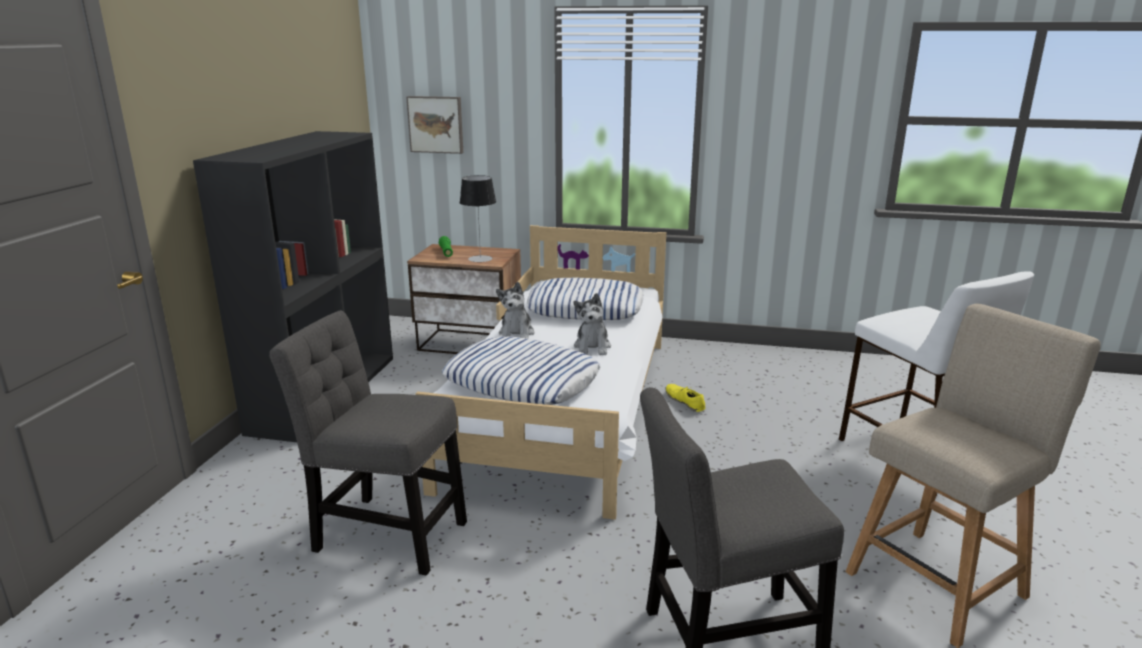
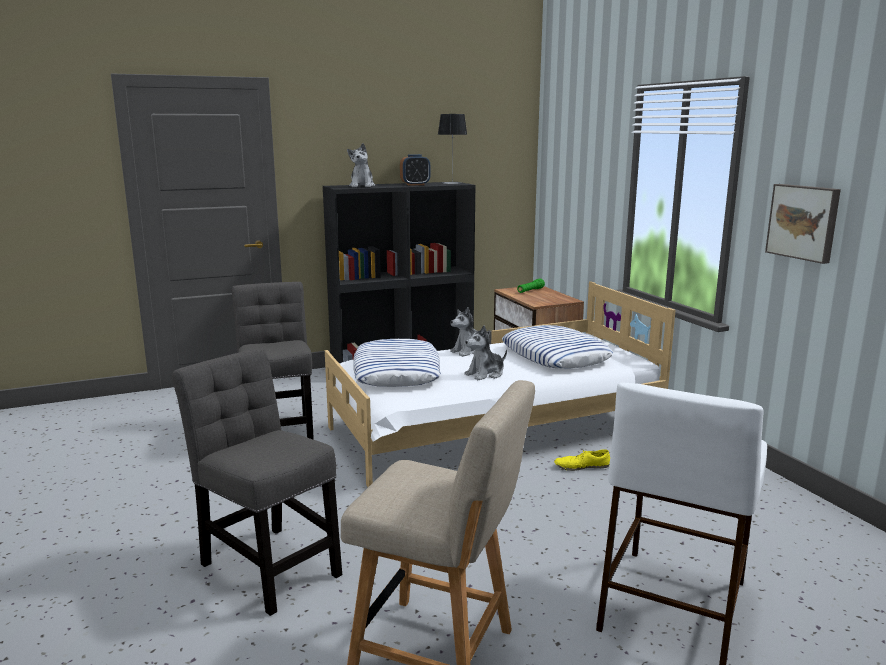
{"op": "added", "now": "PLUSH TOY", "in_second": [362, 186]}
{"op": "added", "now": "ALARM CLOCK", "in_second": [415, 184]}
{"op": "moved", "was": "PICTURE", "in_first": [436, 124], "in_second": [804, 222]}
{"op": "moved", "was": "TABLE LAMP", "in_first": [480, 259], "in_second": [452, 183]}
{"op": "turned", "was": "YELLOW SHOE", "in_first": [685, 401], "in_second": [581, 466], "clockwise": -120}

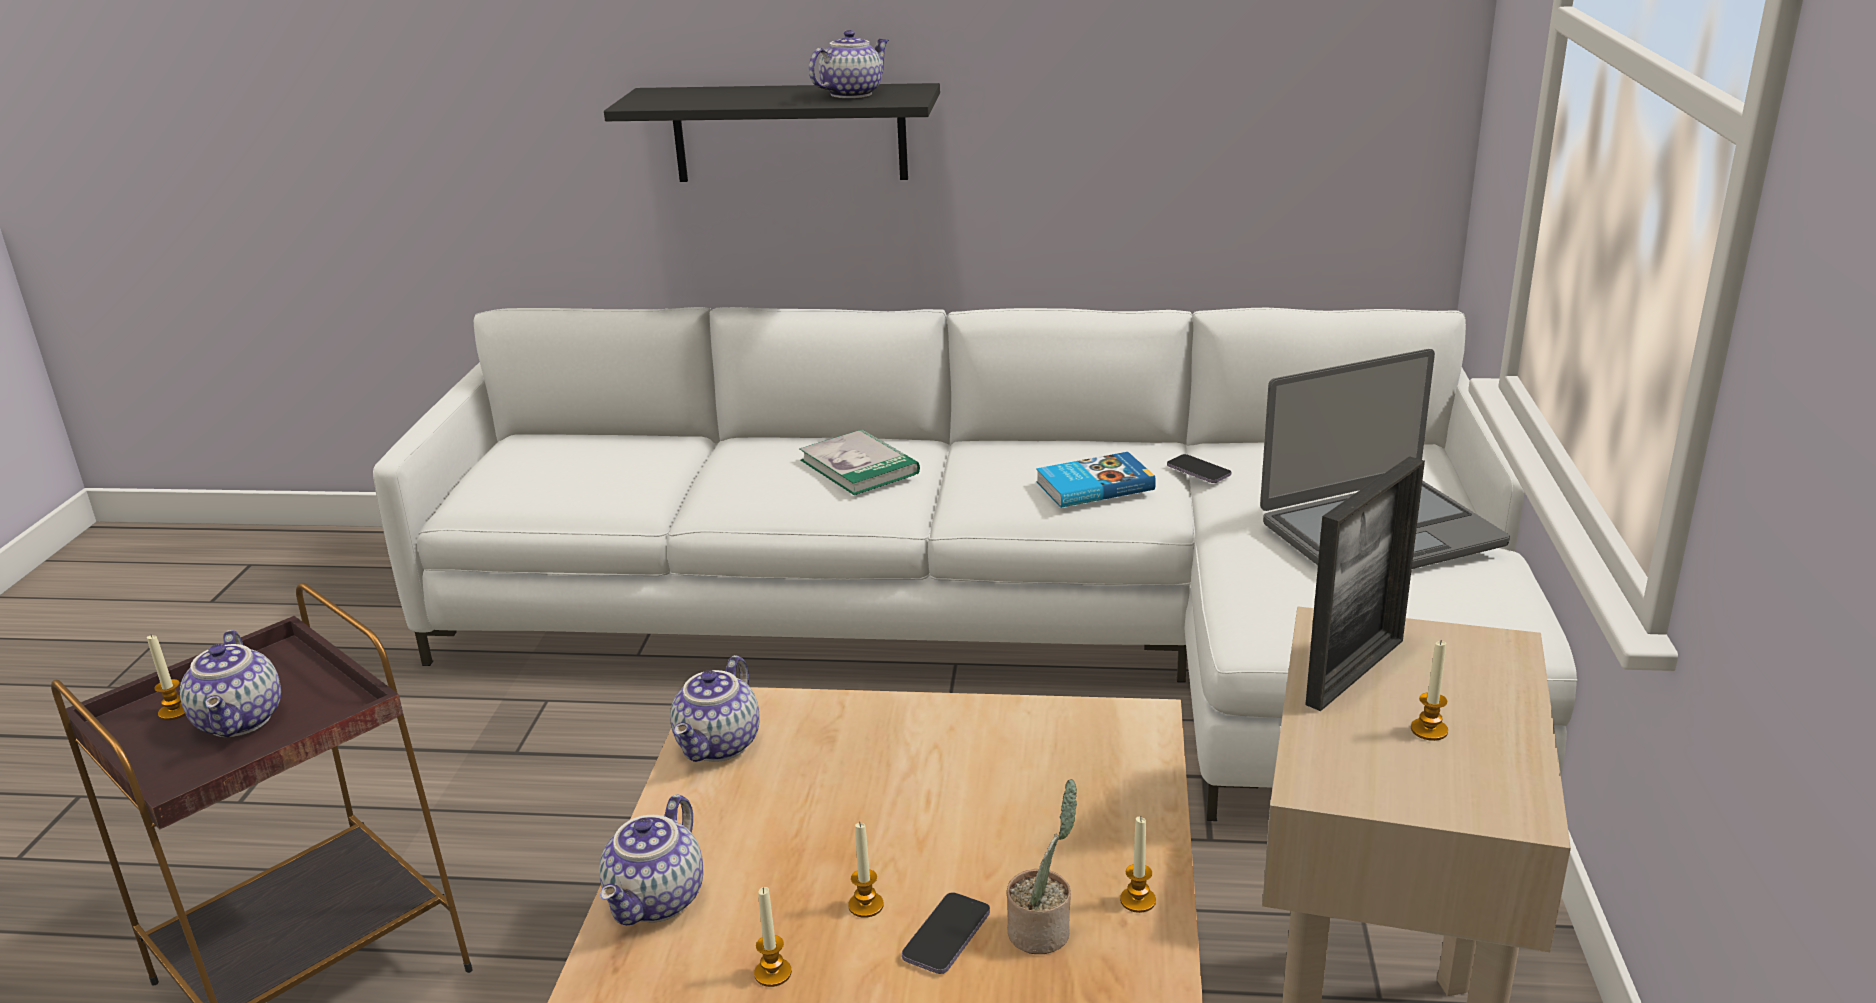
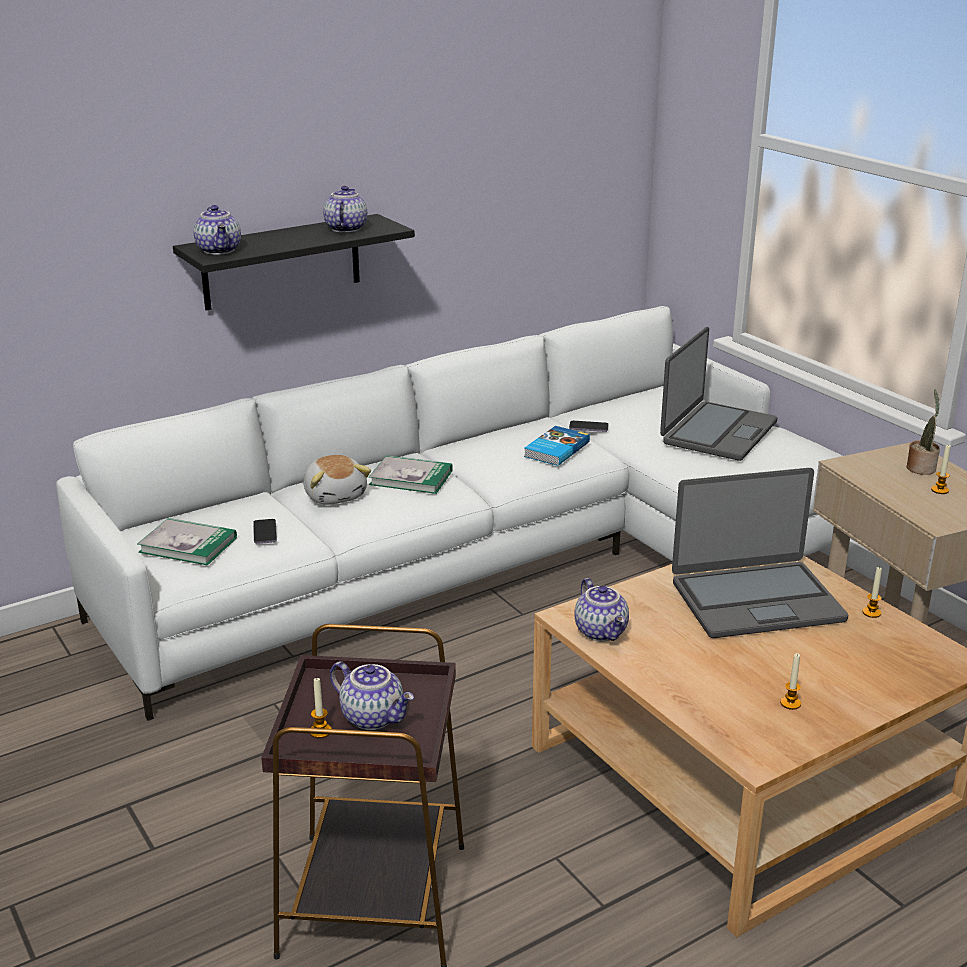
{"op": "removed", "was": "CANDLE", "in_first": [866, 905]}
{"op": "removed", "was": "PICTURE FRAME", "in_first": [1355, 672]}
{"op": "added", "now": "BOOK", "in_second": [188, 545]}
{"op": "added", "now": "PLUSH TOY", "in_second": [335, 495]}
{"op": "added", "now": "LAPTOP", "in_second": [756, 600]}
{"op": "moved", "was": "TEAPOT", "in_first": [658, 901], "in_second": [220, 250]}
{"op": "moved", "was": "PHONE", "in_first": [946, 936], "in_second": [265, 533]}
{"op": "moved", "was": "POTTED PLANT", "in_first": [1043, 931], "in_second": [921, 467]}

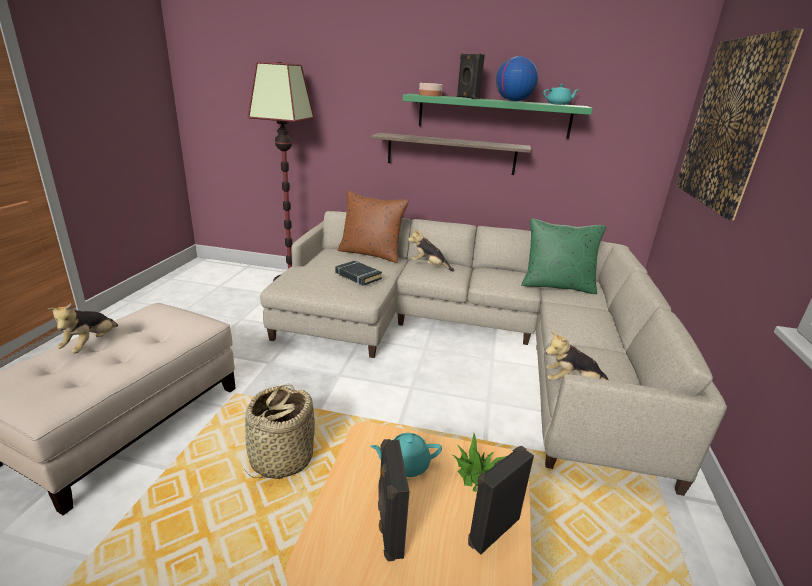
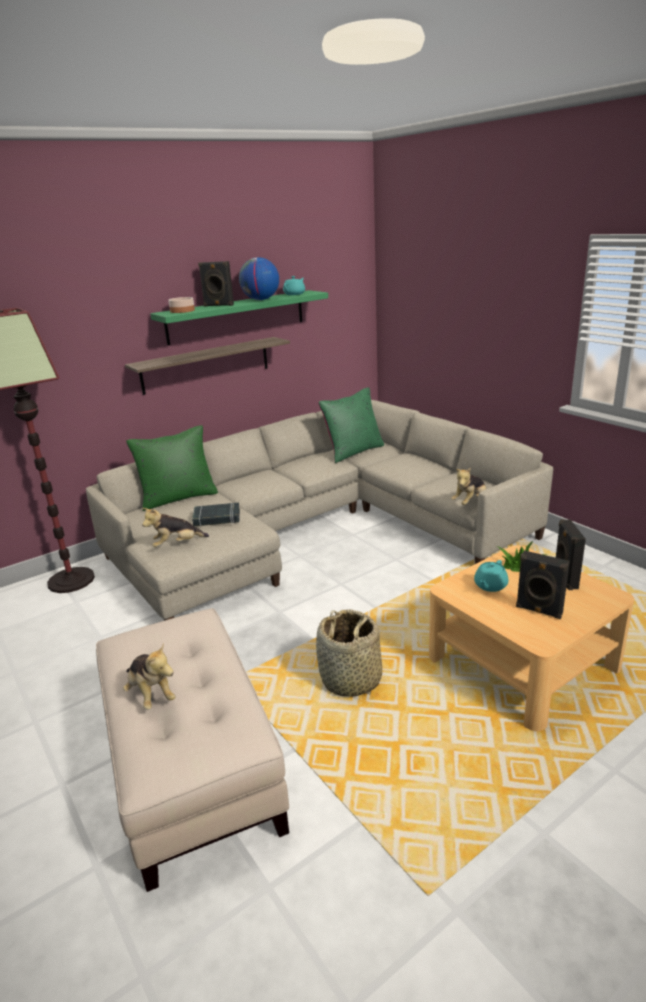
{"op": "removed", "was": "PICTURE", "in_first": [729, 124]}
{"op": "moved", "was": "PLUSH TOY", "in_first": [429, 266], "in_second": [176, 544]}
{"op": "recoloured", "was": "BROWN PILLOW", "now": "GREEN PILLOW", "in_first": [371, 253], "in_second": [178, 498]}

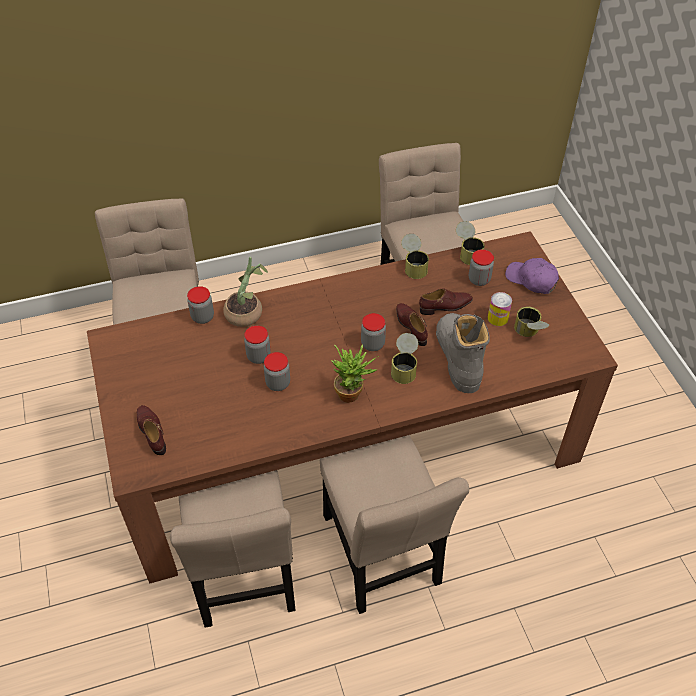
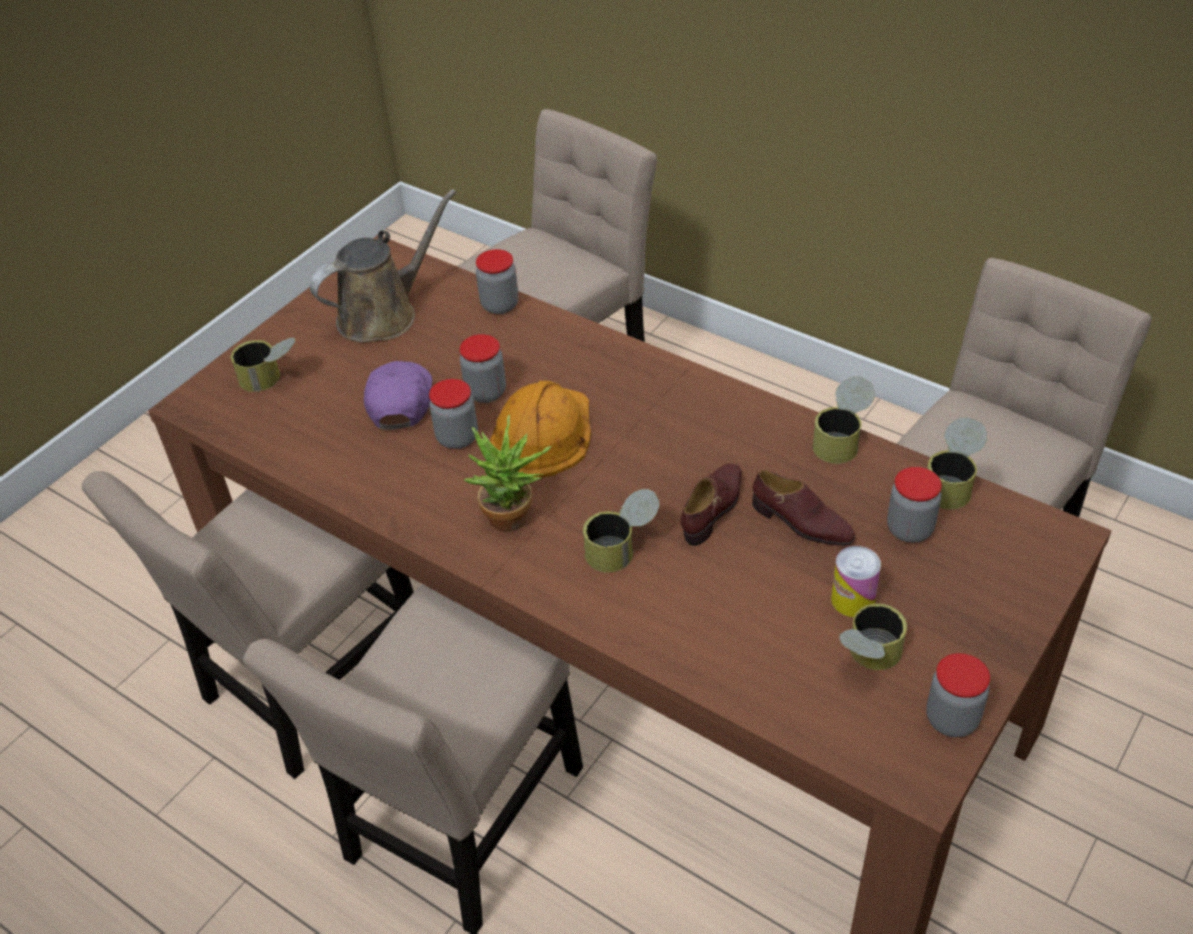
{"op": "removed", "was": "POTTED PLANT", "in_first": [248, 312]}
{"op": "removed", "was": "GREY BOOT", "in_first": [458, 357]}
{"op": "added", "now": "BROWN WATERING CAN", "in_second": [384, 314]}
{"op": "added", "now": "ORANGE HARD HAT", "in_second": [543, 432]}
{"op": "moved", "was": "JAR", "in_first": [372, 344], "in_second": [952, 719]}
{"op": "moved", "was": "PURPLE CAP", "in_first": [531, 280], "in_second": [400, 401]}
{"op": "replaced", "was": "BROWN SHOE", "now": "CAN", "in_first": [152, 432], "in_second": [271, 379]}

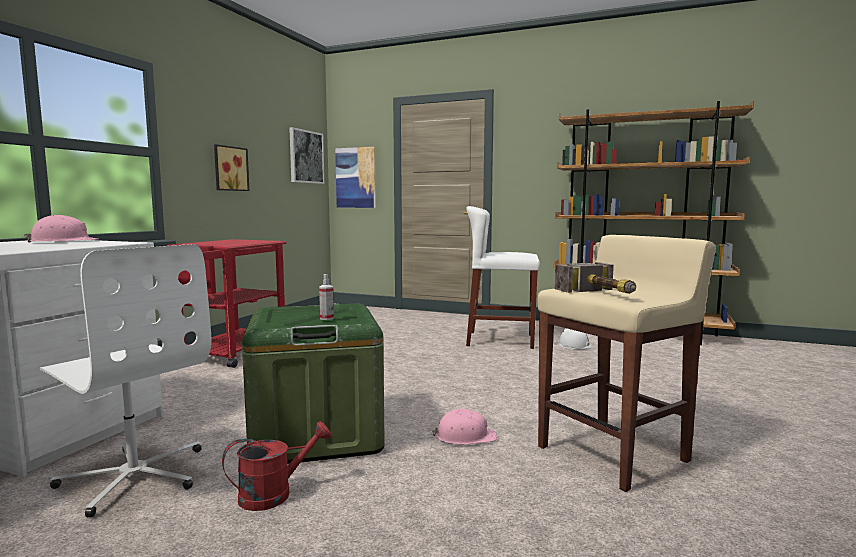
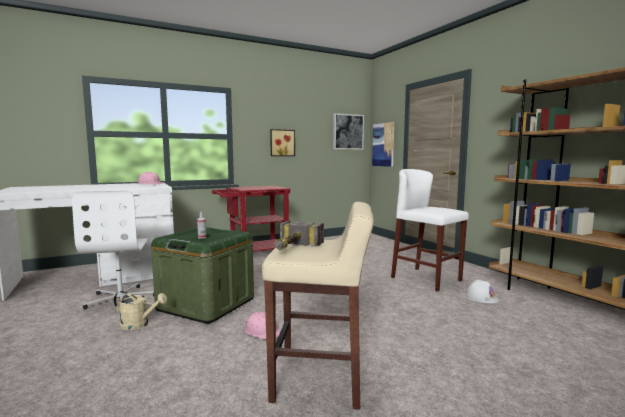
{"op": "recoloured", "was": "RED WATERING CAN", "now": "BEIGE WATERING CAN", "in_first": [274, 494], "in_second": [139, 325]}

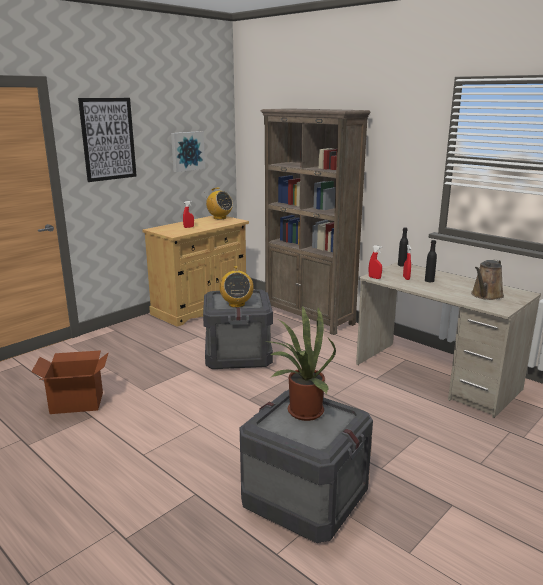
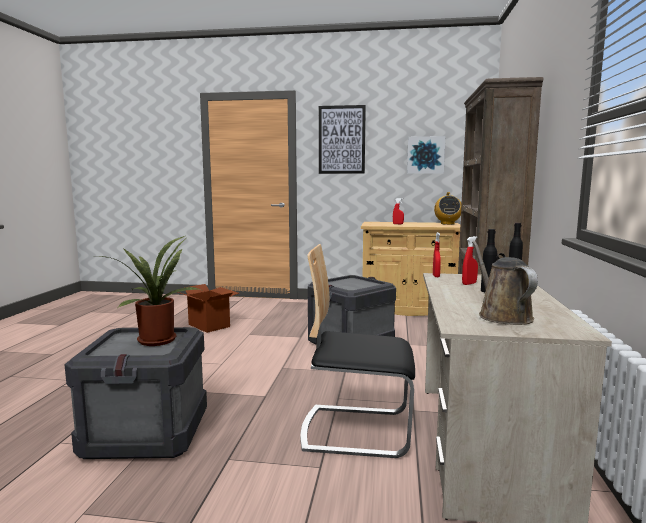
{"op": "removed", "was": "RADIO", "in_first": [236, 304]}
{"op": "added", "now": "CHAIR", "in_second": [356, 430]}
{"op": "turned", "was": "BROWN WATERING CAN", "in_first": [486, 295], "in_second": [502, 315], "clockwise": 75}

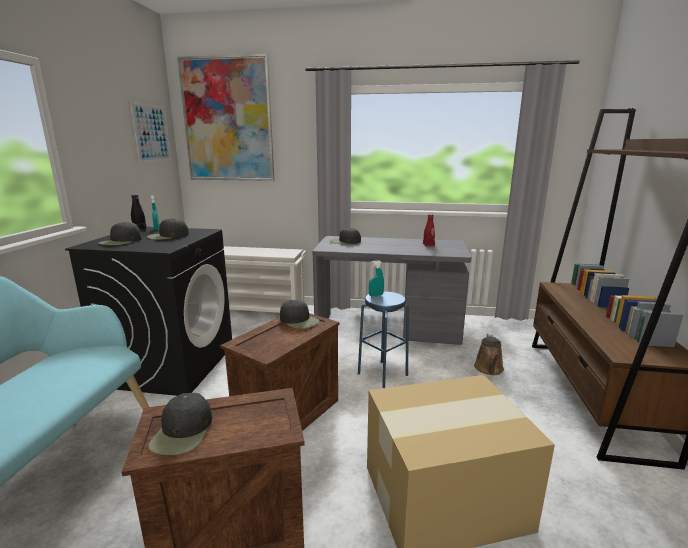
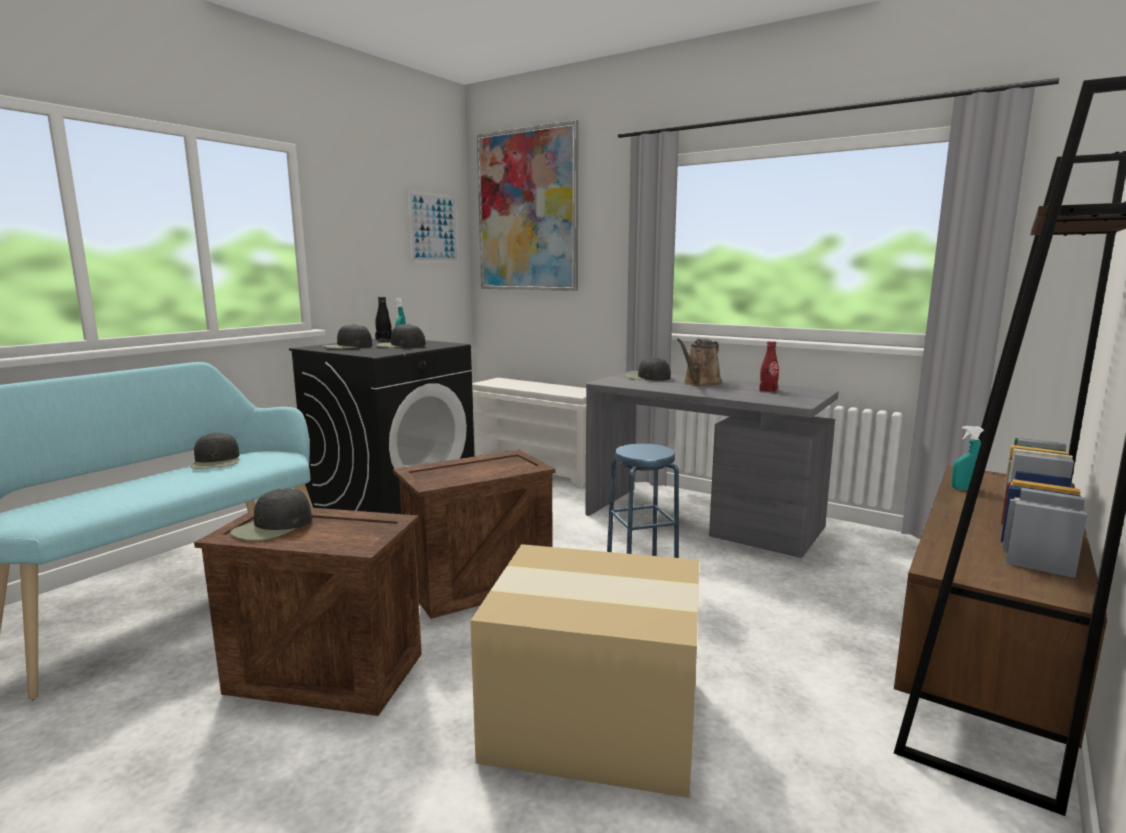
{"op": "moved", "was": "BLACK CAP", "in_first": [299, 320], "in_second": [216, 461]}
{"op": "moved", "was": "TURQUOISE SPRAY BOTTLE", "in_first": [376, 295], "in_second": [965, 489]}
{"op": "moved", "was": "BROWN WATERING CAN", "in_first": [489, 369], "in_second": [700, 383]}

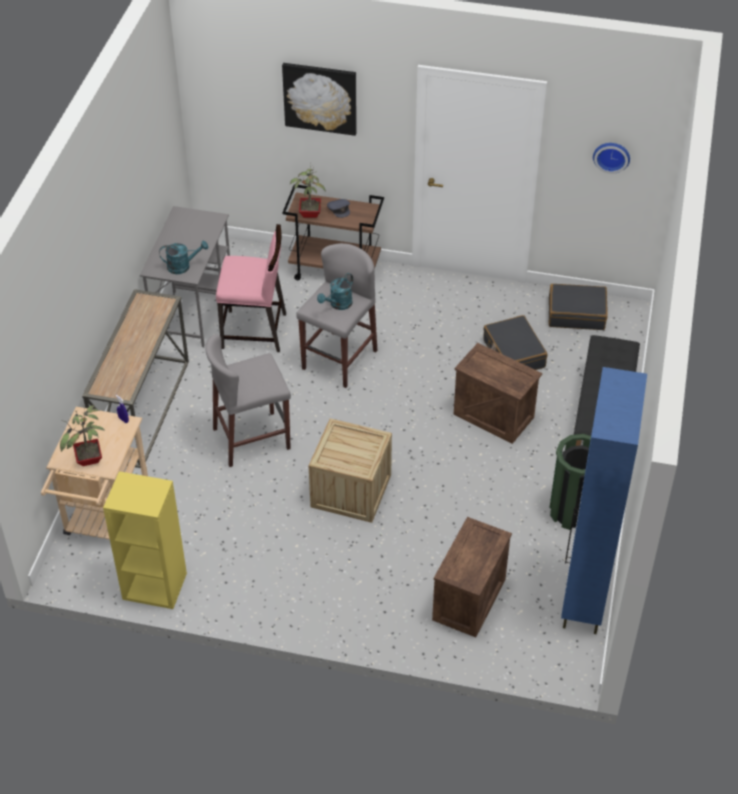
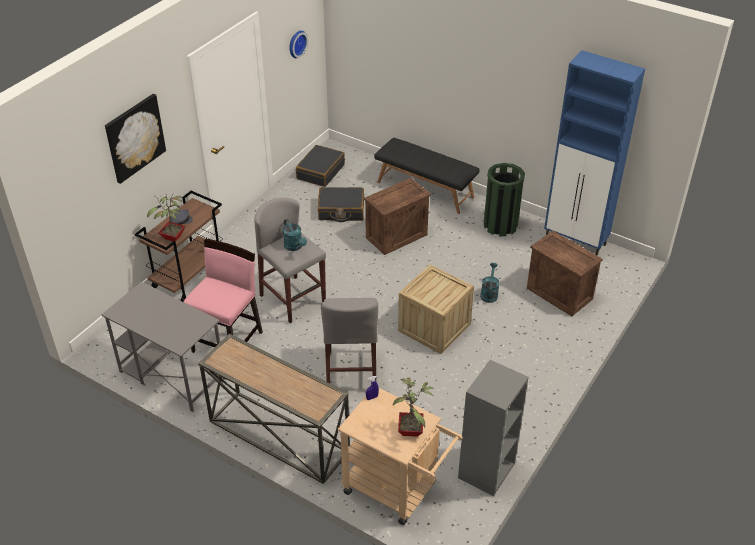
{"op": "moved", "was": "TURQUOISE WATERING CAN", "in_first": [183, 266], "in_second": [489, 293]}
{"op": "recoloured", "was": "YELLOW BOOKCASE", "now": "GREY BOOKCASE", "in_first": [154, 586], "in_second": [486, 471]}

